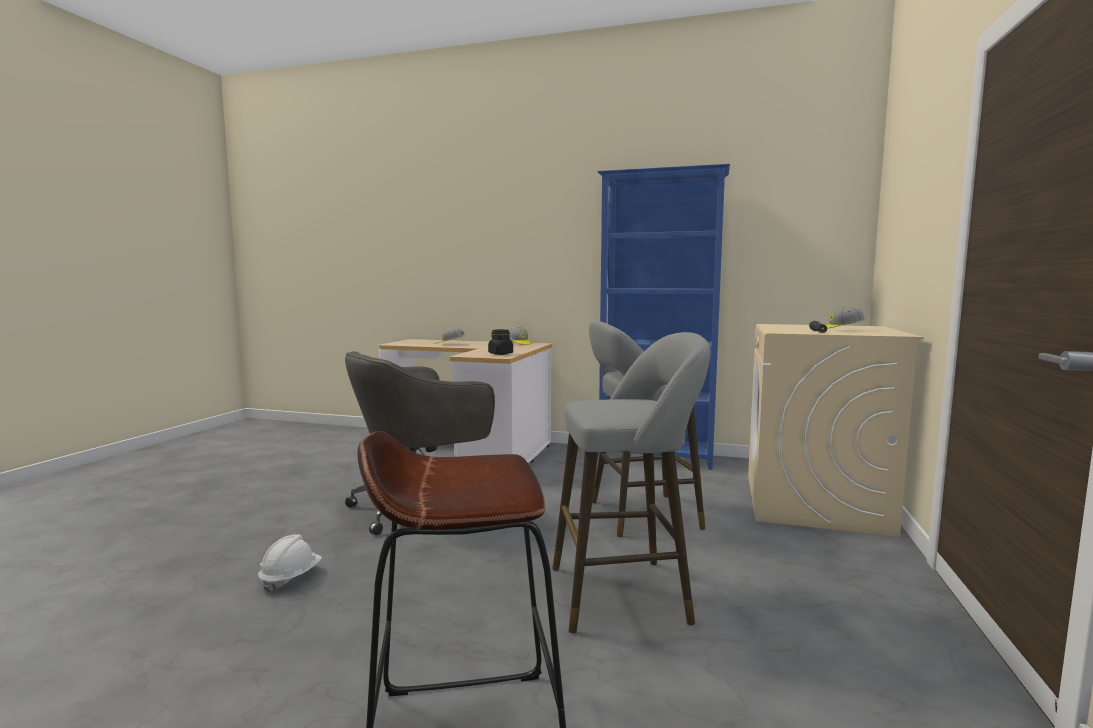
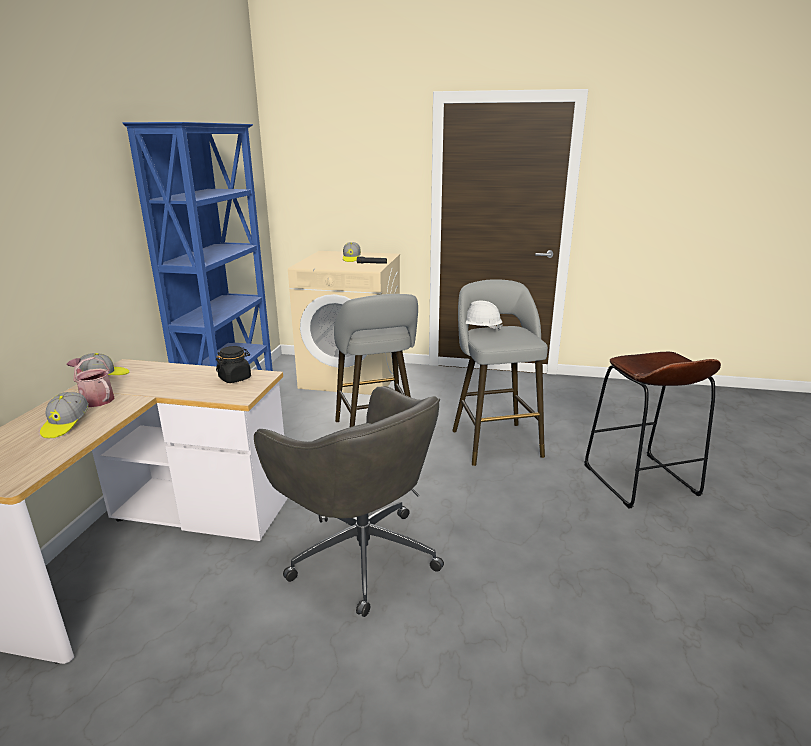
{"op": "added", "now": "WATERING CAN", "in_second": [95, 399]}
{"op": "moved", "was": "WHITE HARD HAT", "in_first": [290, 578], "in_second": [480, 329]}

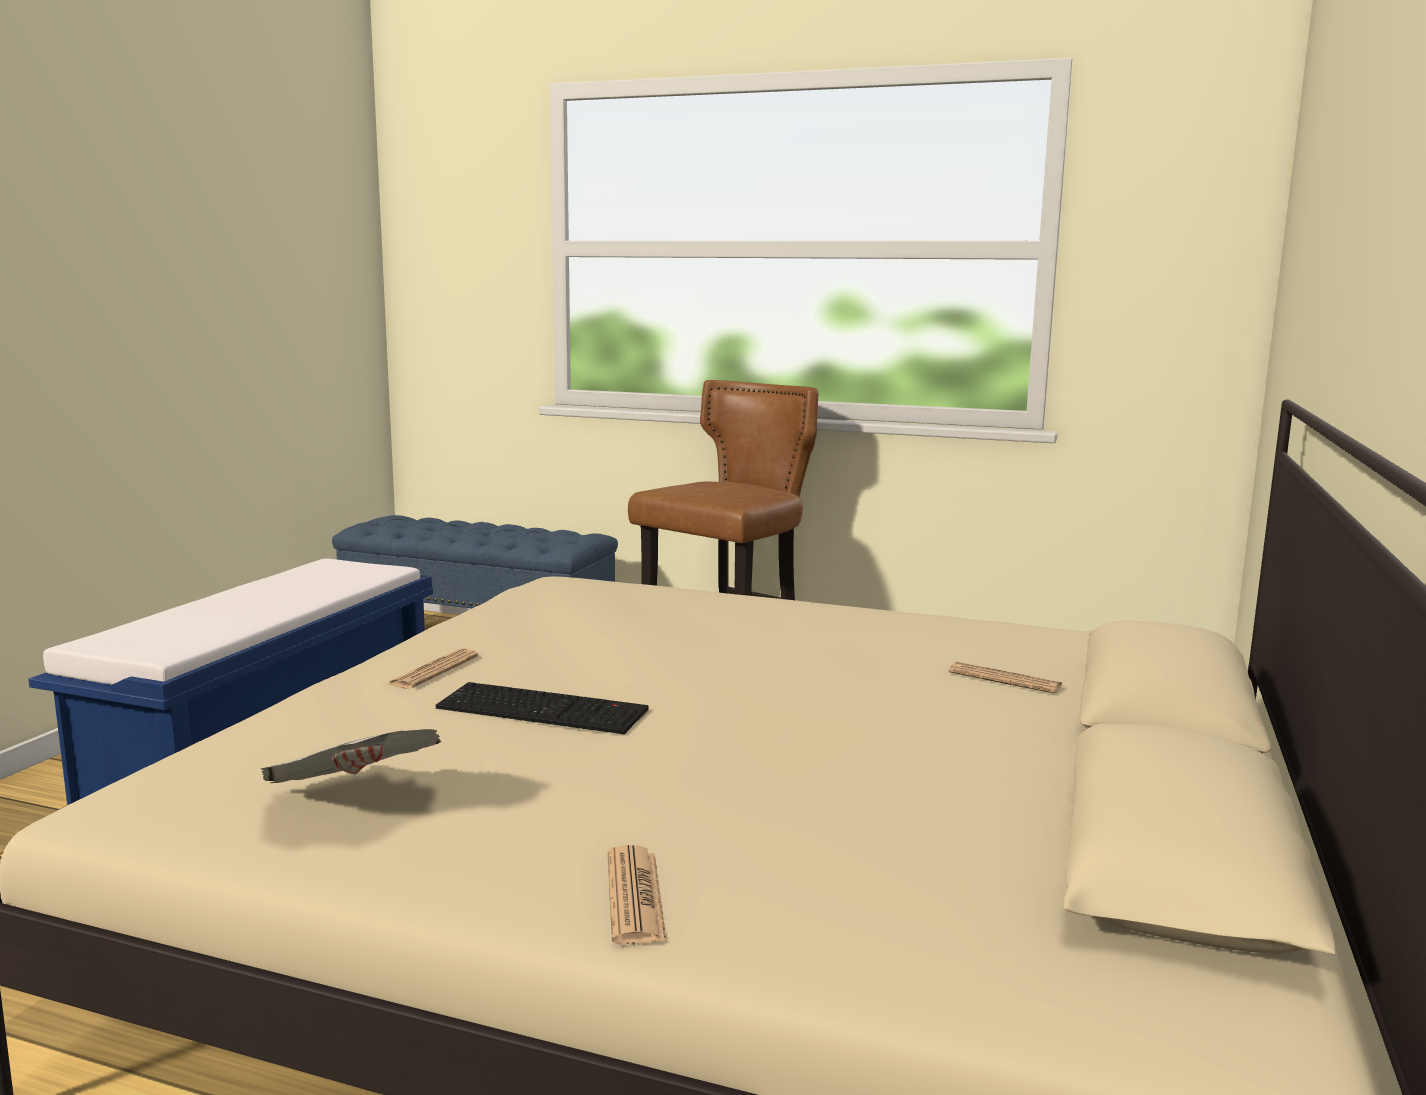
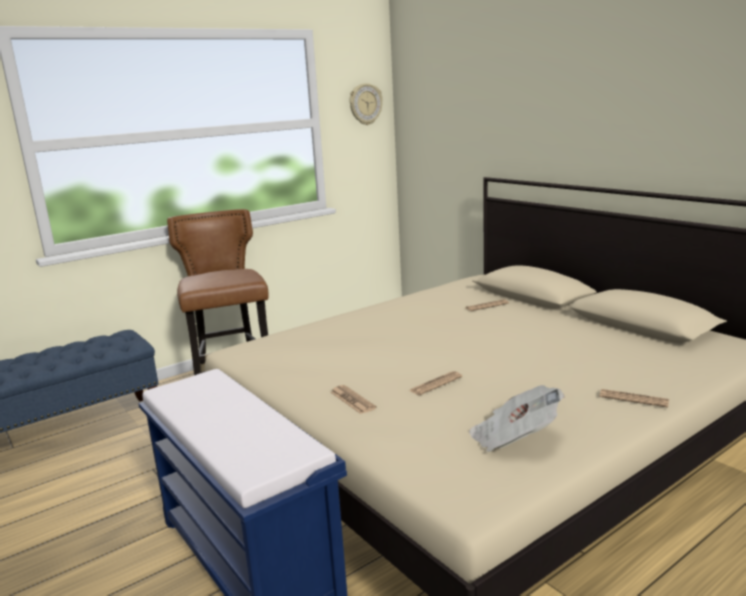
{"op": "added", "now": "WALL CLOCK", "in_second": [365, 104]}
{"op": "replaced", "was": "KEYBOARD", "now": "NEWSPAPER", "in_first": [545, 709], "in_second": [435, 384]}

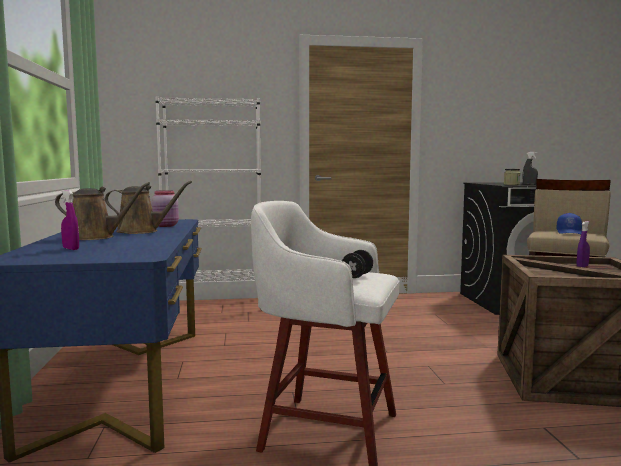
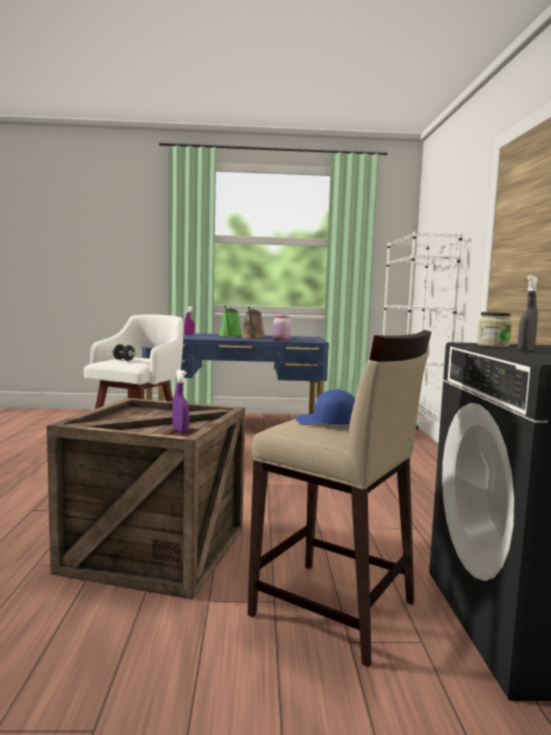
{"op": "recoloured", "was": "BROWN WATERING CAN", "now": "GREEN WATERING CAN", "in_first": [96, 237], "in_second": [230, 336]}

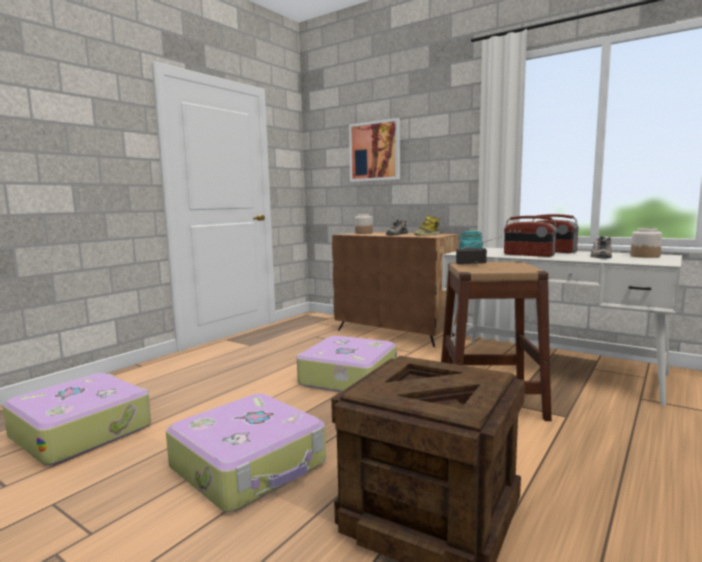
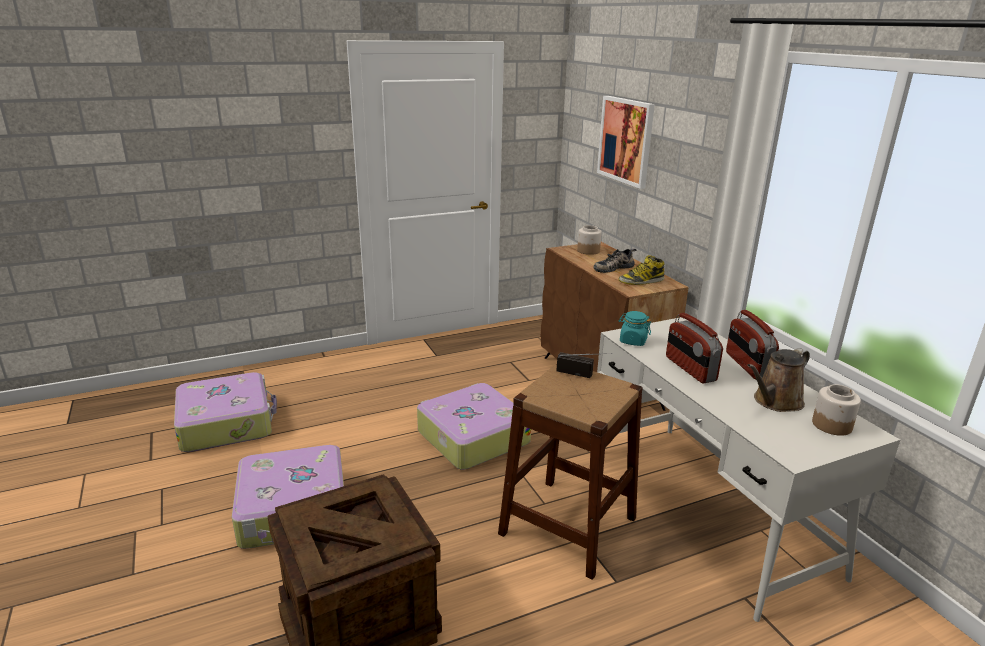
{"op": "replaced", "was": "SHOE", "now": "BROWN WATERING CAN", "in_first": [600, 255], "in_second": [775, 402]}

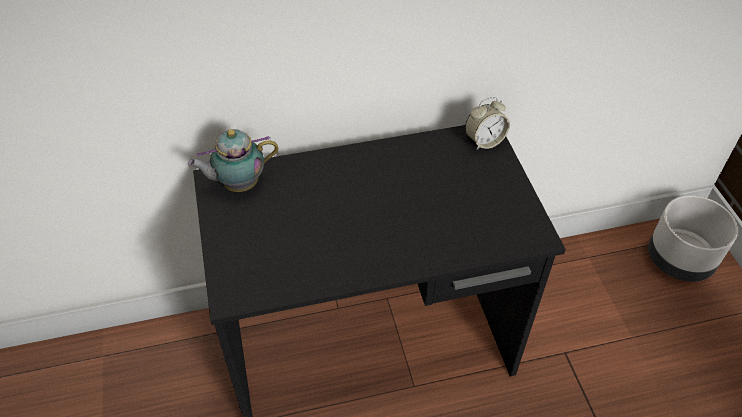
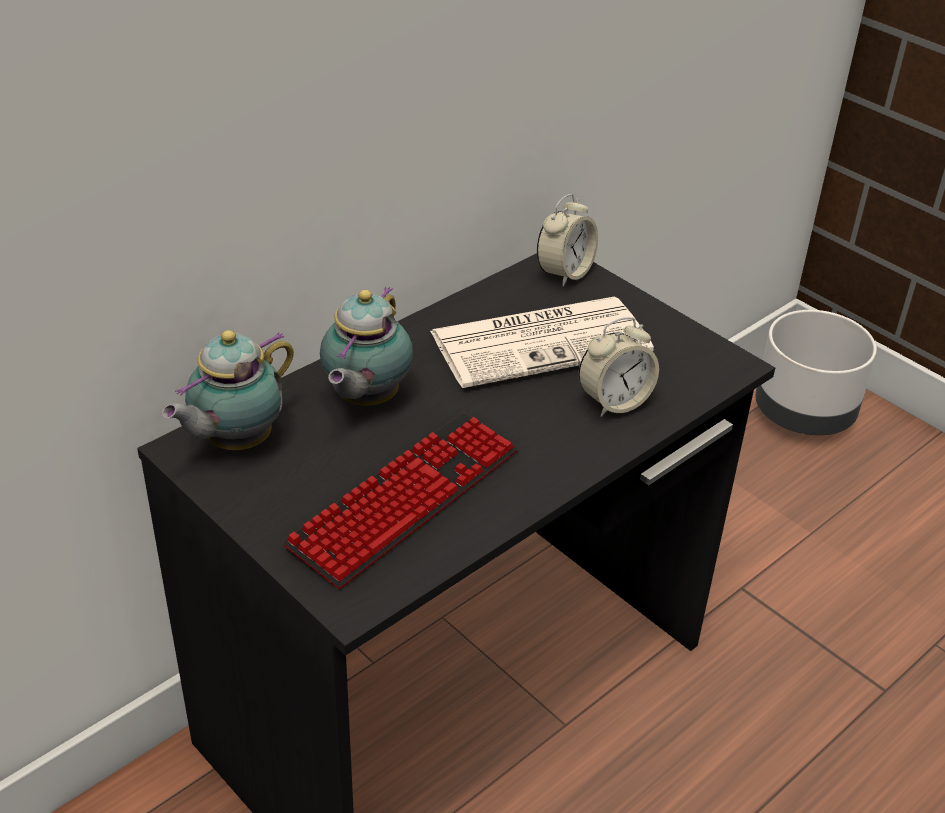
{"op": "added", "now": "KEYBOARD", "in_second": [406, 499]}
{"op": "added", "now": "TEAPOT", "in_second": [364, 400]}
{"op": "added", "now": "NEWSPAPER", "in_second": [542, 341]}
{"op": "added", "now": "ALARM CLOCK", "in_second": [614, 402]}

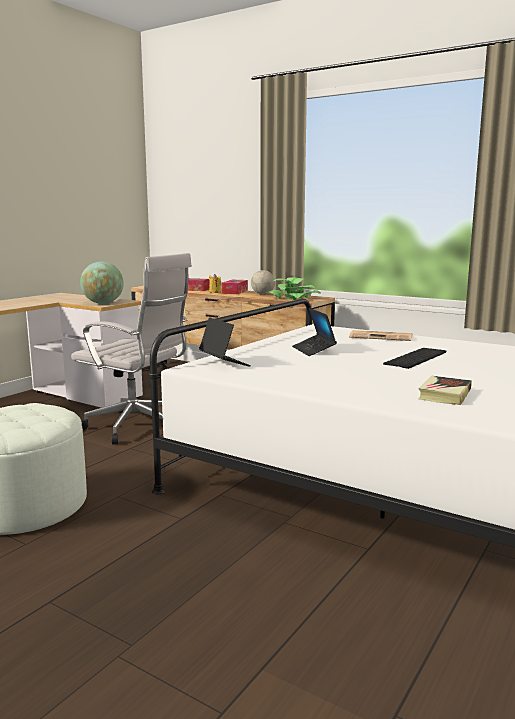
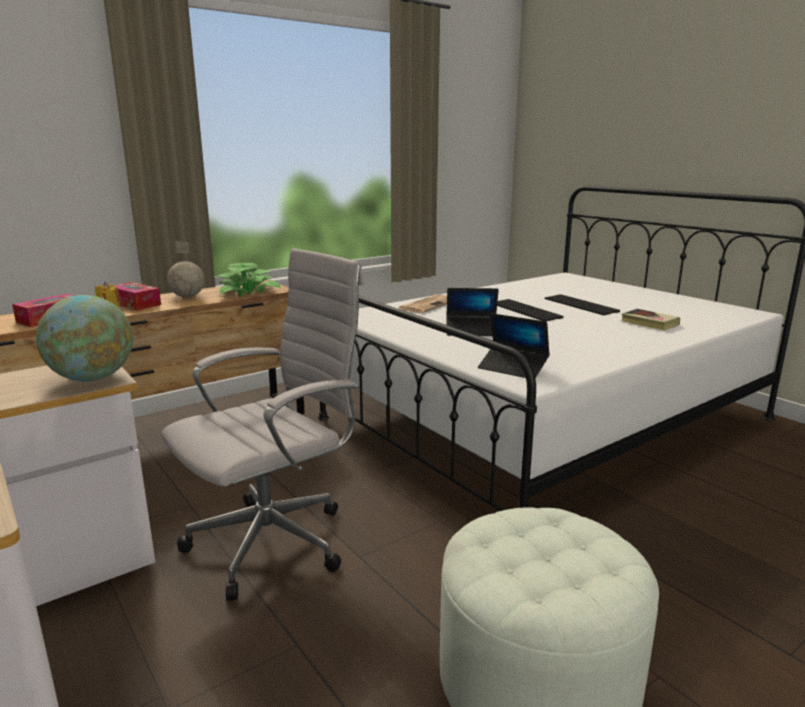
{"op": "added", "now": "KEYBOARD", "in_second": [582, 305]}
{"op": "turned", "was": "LAPTOP", "in_first": [224, 363], "in_second": [513, 368], "clockwise": -135}

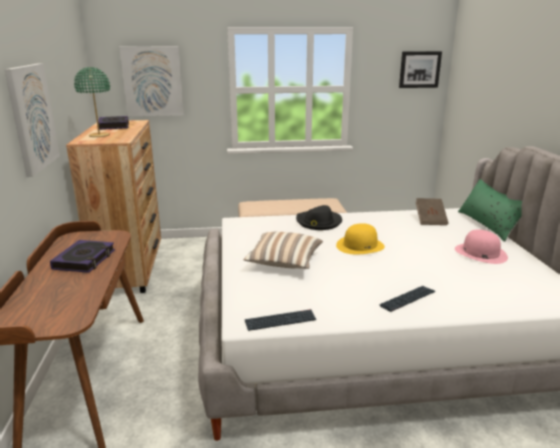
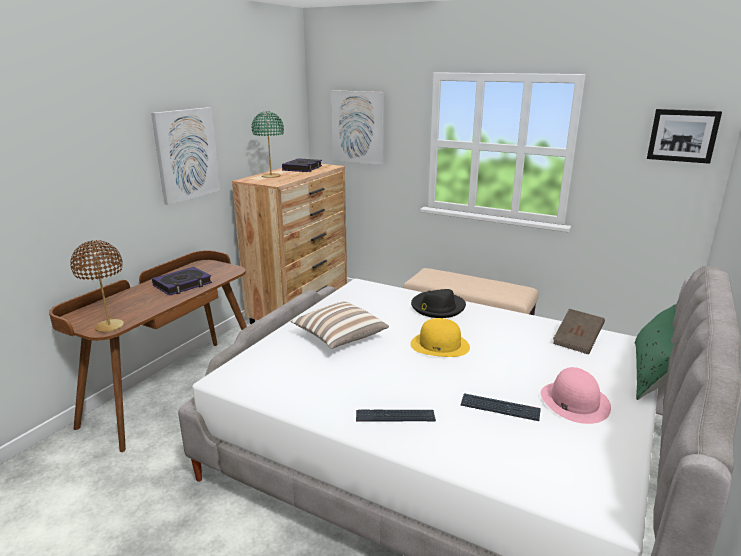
{"op": "added", "now": "BROWN TABLE LAMP", "in_second": [110, 326]}
{"op": "moved", "was": "KEYBOARD", "in_first": [280, 321], "in_second": [500, 408]}

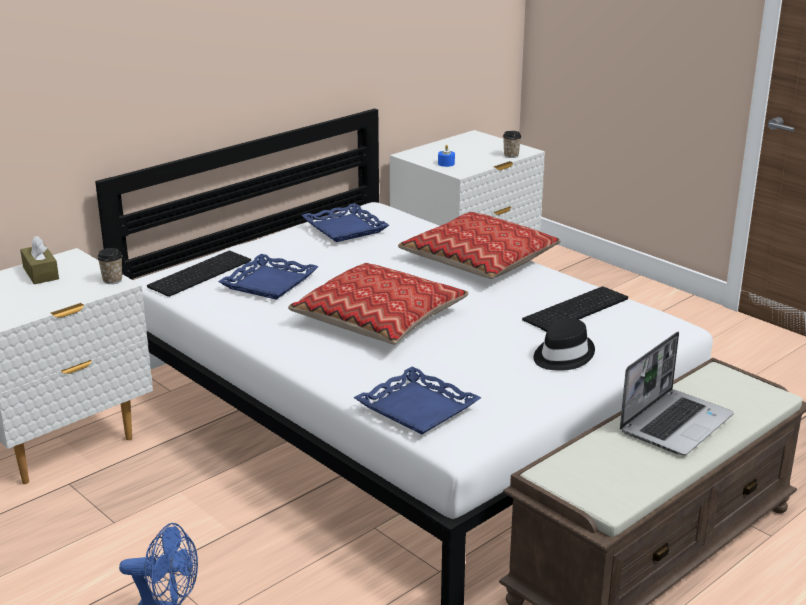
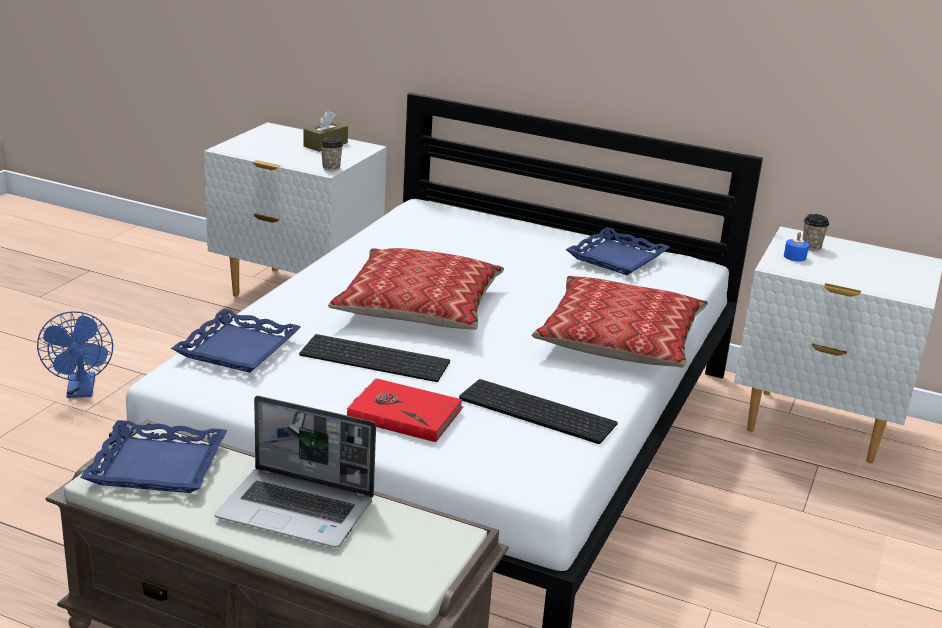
{"op": "moved", "was": "KEYBOARD", "in_first": [199, 272], "in_second": [377, 358]}
{"op": "moved", "was": "BLUE TRAY", "in_first": [269, 283], "in_second": [158, 465]}
{"op": "moved", "was": "CUP", "in_first": [511, 155], "in_second": [811, 247]}
{"op": "replaced", "was": "BLACK HAT", "now": "RED BOOK", "in_first": [562, 355], "in_second": [404, 413]}

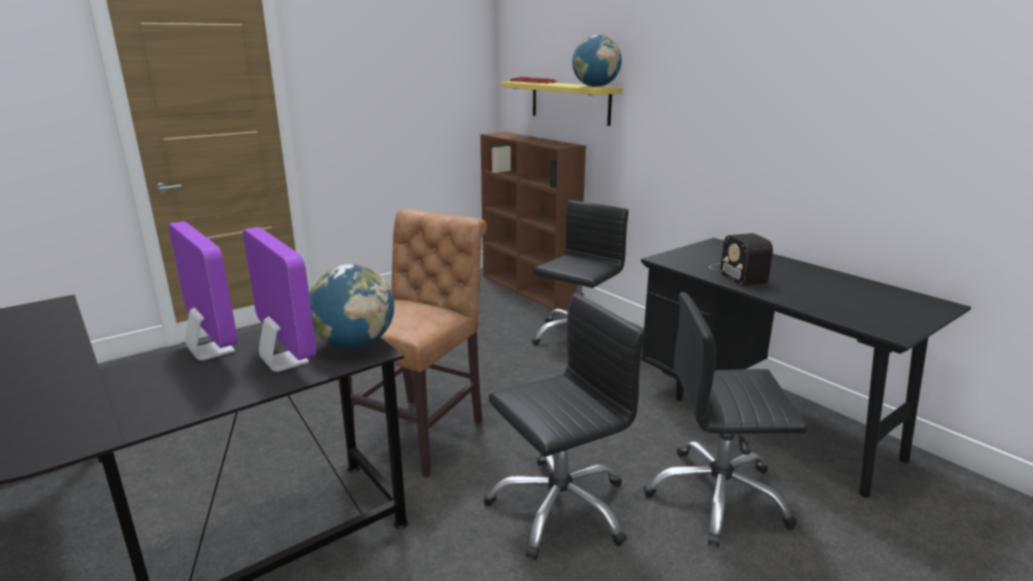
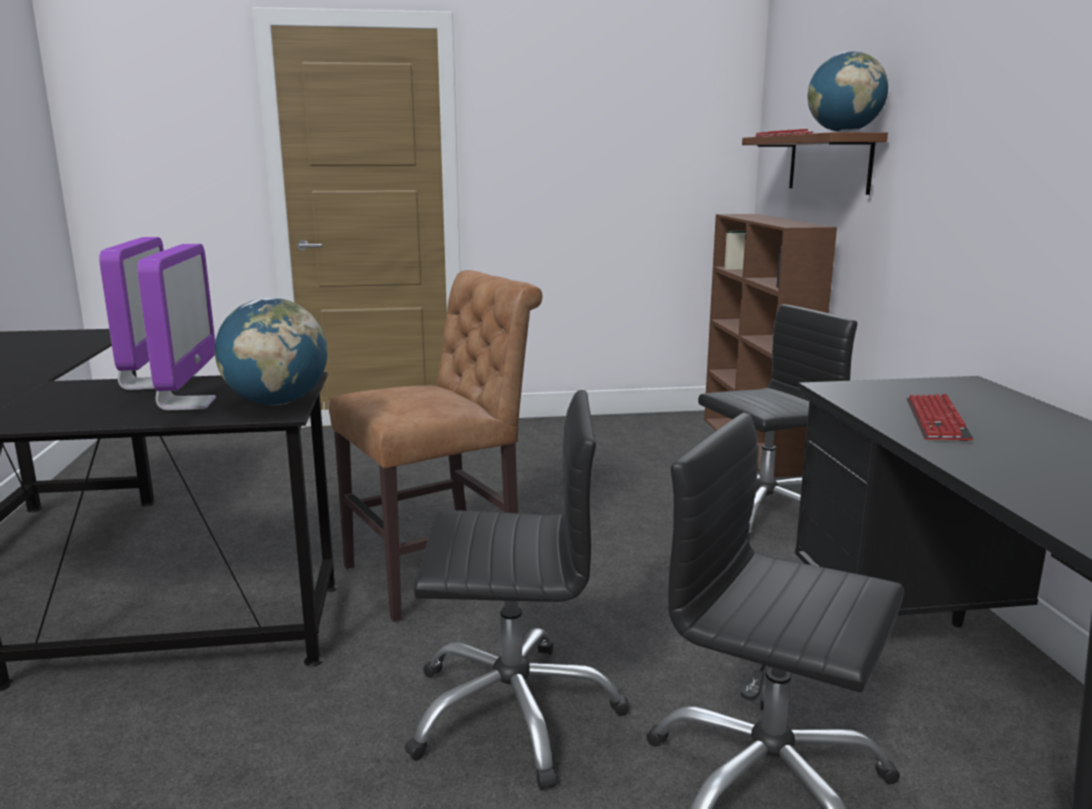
{"op": "replaced", "was": "RADIO", "now": "KEYBOARD", "in_first": [737, 273], "in_second": [936, 420]}
{"op": "recoloured", "was": "YELLOW SHELF", "now": "BROWN SHELF", "in_first": [570, 102], "in_second": [828, 163]}

